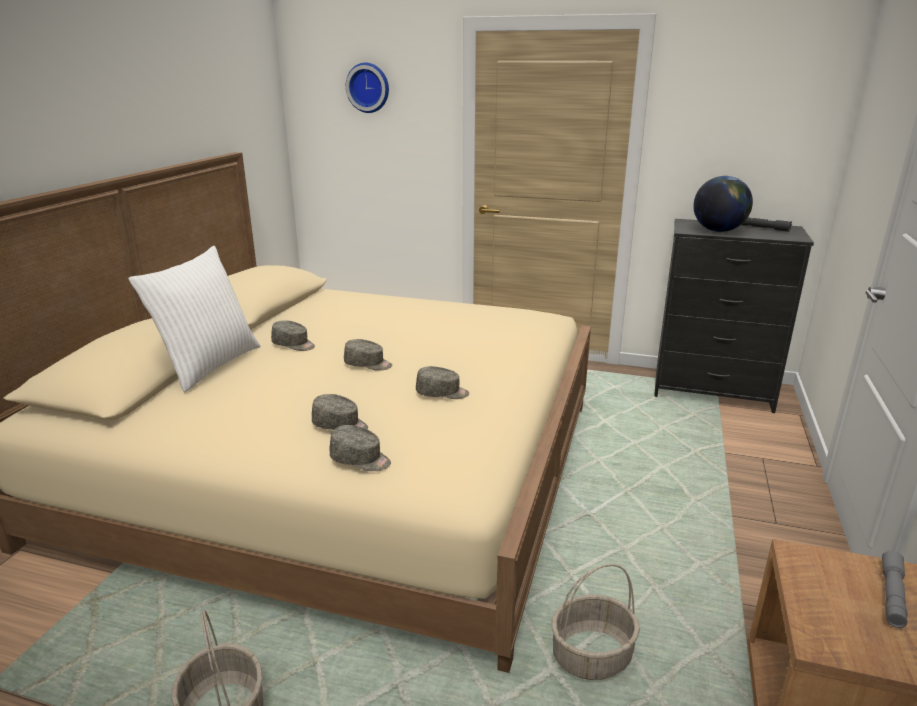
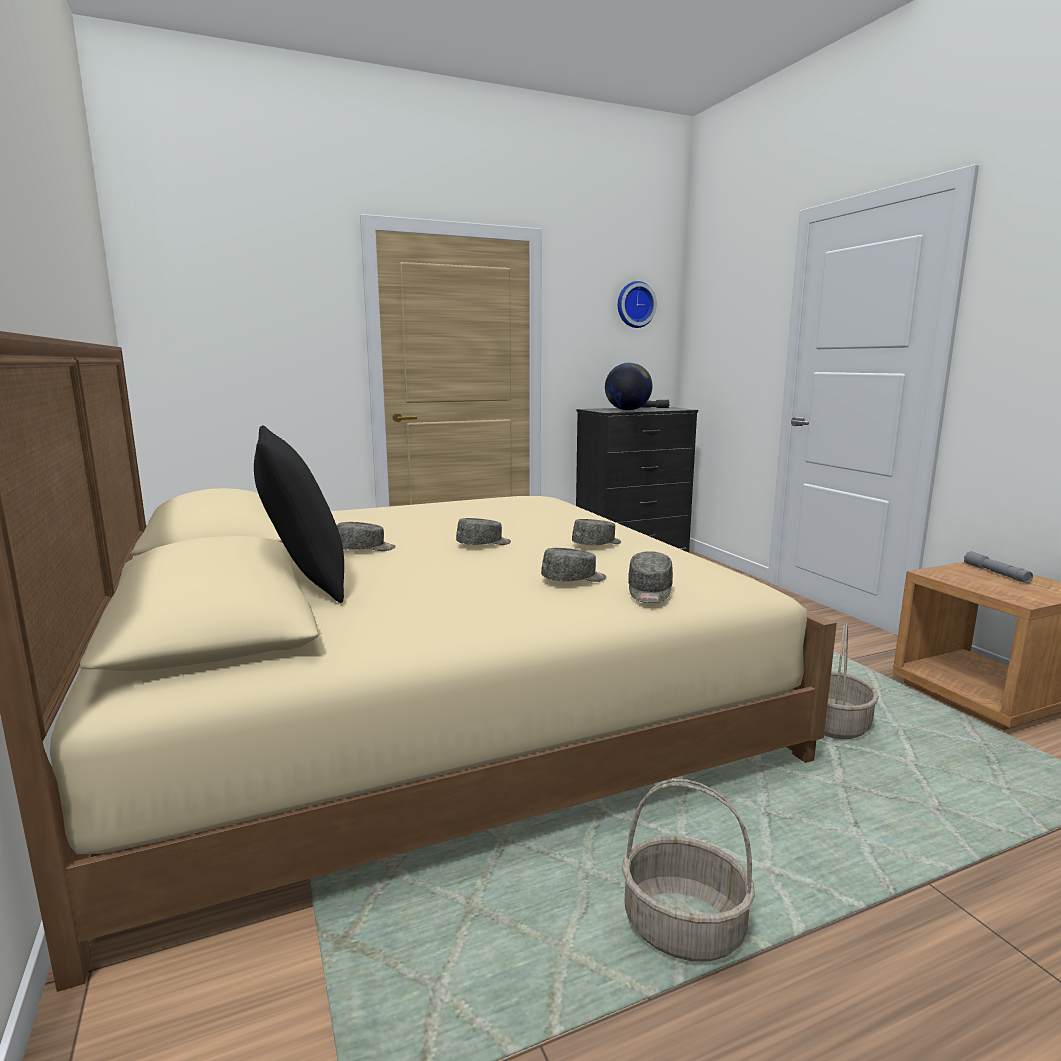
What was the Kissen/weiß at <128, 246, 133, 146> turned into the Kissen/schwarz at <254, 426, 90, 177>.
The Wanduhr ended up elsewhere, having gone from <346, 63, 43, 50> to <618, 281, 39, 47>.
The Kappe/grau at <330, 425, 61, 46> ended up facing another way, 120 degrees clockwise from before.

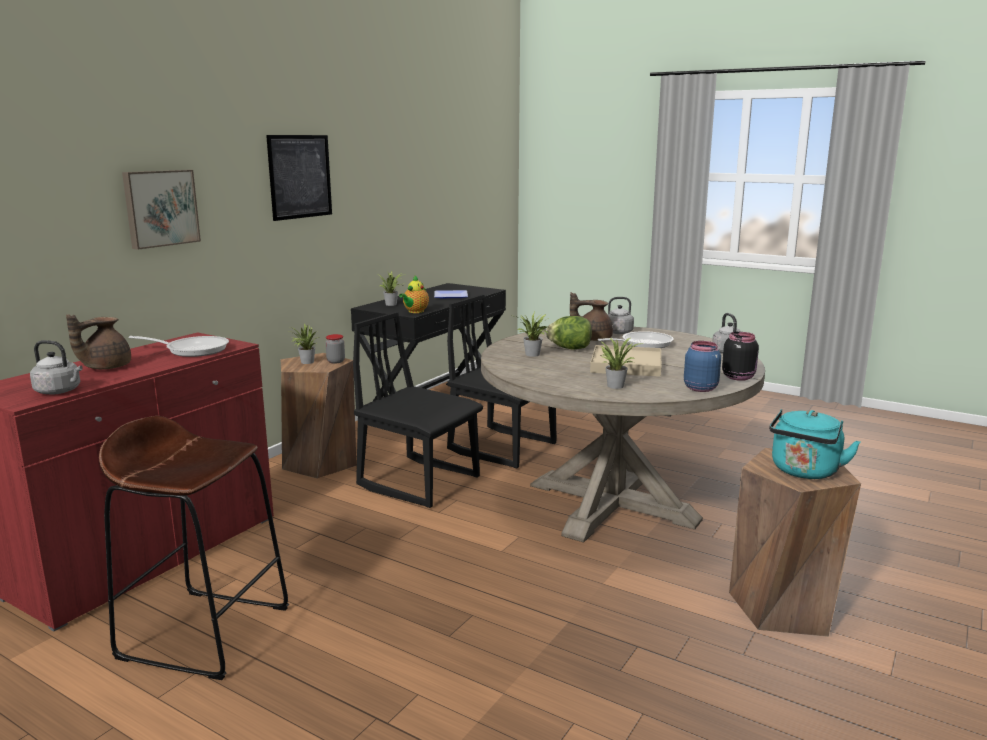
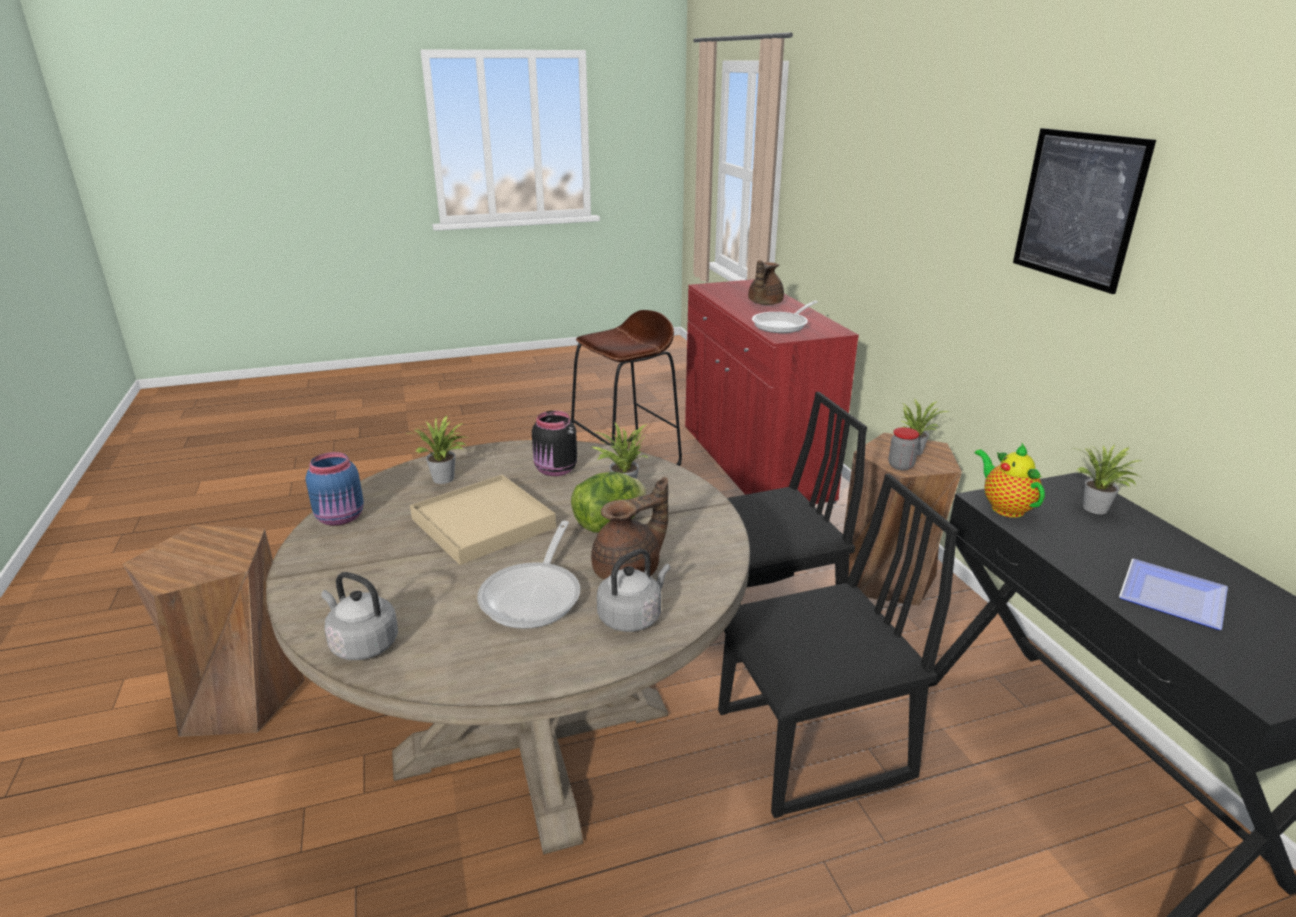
The Vorratsglas/schwarz ended up elsewhere, having gone from <722, 332, 37, 49> to <532, 411, 45, 65>.
The Teekanne/braun at <66, 314, 65, 56> ended up facing another way, 135 degrees counterclockwise from before.
The second view lost the Wasserkessel/grau at <30, 340, 53, 54>.
The second view lost the Bild at <122, 170, 79, 80>.
The second view lost the Wasserkessel/türkis at <769, 410, 91, 69>.

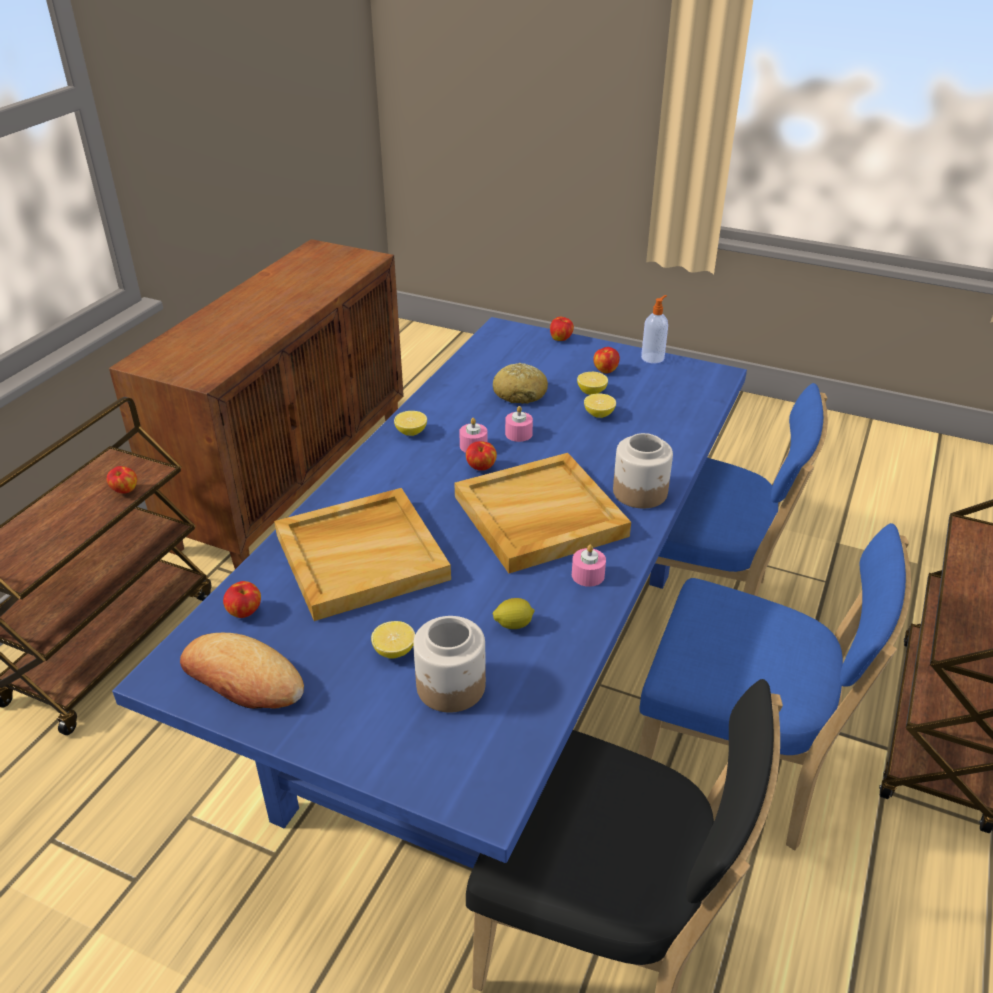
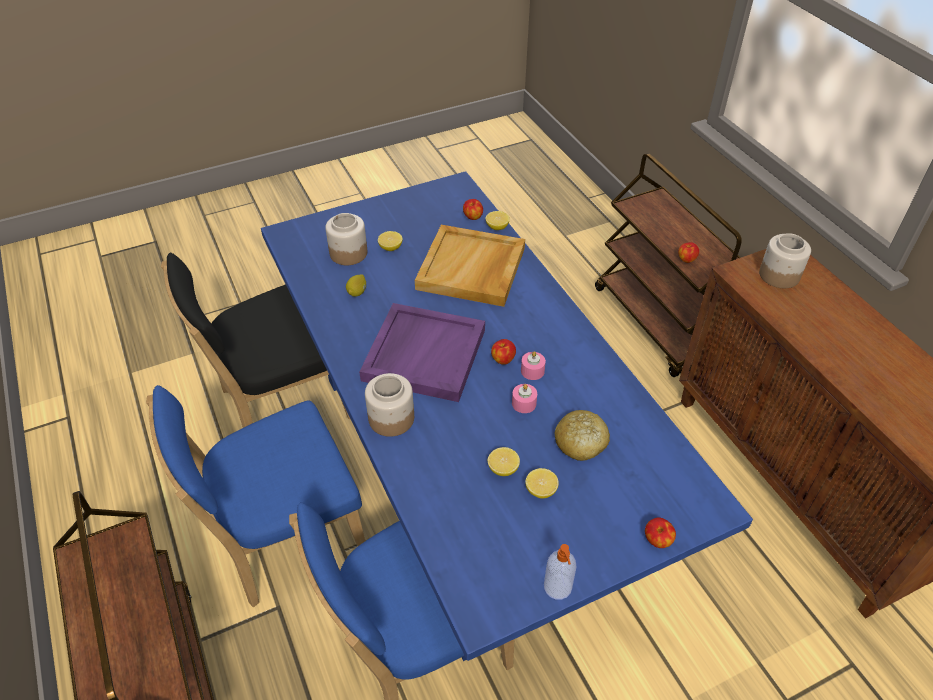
What was the Tablett/beige at <454, 453, 177, 120> turned into the Tablett/lila at <359, 303, 126, 99>.
The Zitrone ended up elsewhere, having gone from <394, 411, 33, 25> to <485, 211, 25, 19>.
The second view gained the Vorratsglas at <759, 233, 52, 55>.
The second view lost the Brot at <180, 633, 124, 76>.
The second view lost the Kerze/rosa at <572, 545, 34, 42>.
The second view lost the Apfel at <593, 347, 27, 26>.

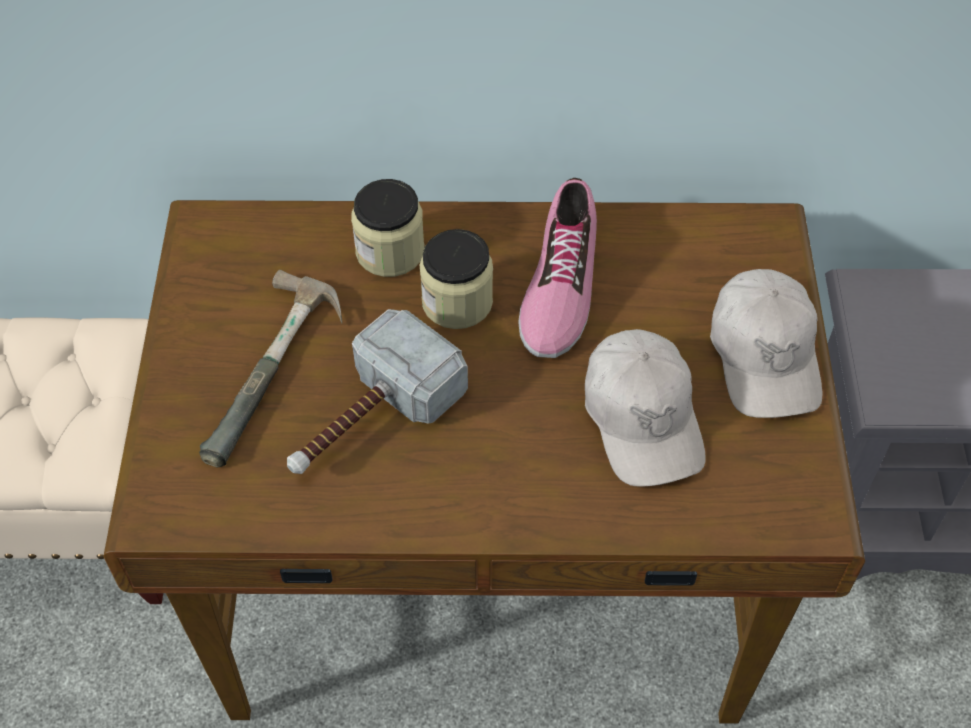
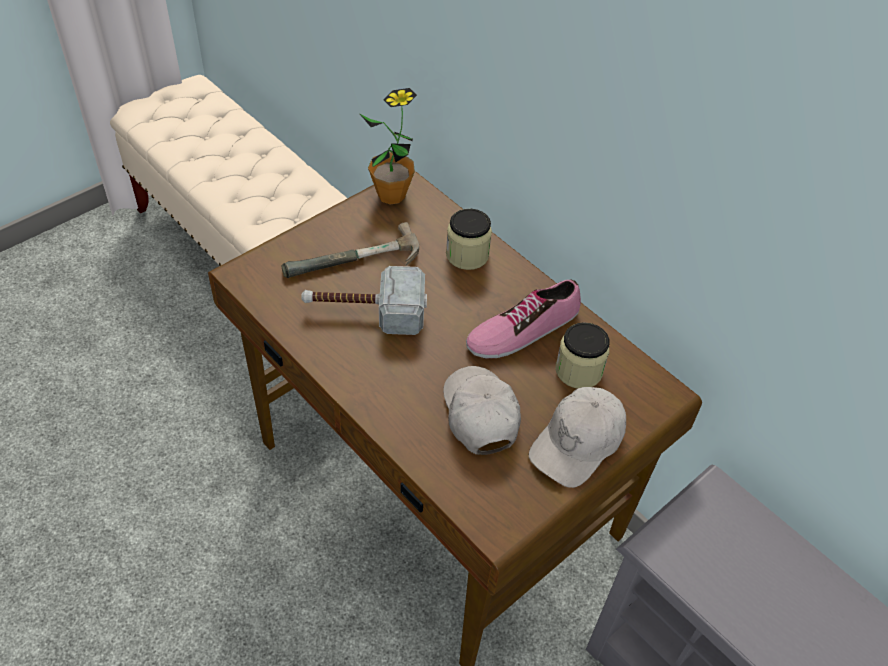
The second view gained the Topfpflanze at <359, 88, 58, 117>.
The Kappe/weiß at <585, 329, 121, 158> ended up facing another way, 135 degrees clockwise from before.
The Vorratsglas ended up elsewhere, having gone from <420, 229, 73, 100> to <555, 322, 54, 67>.

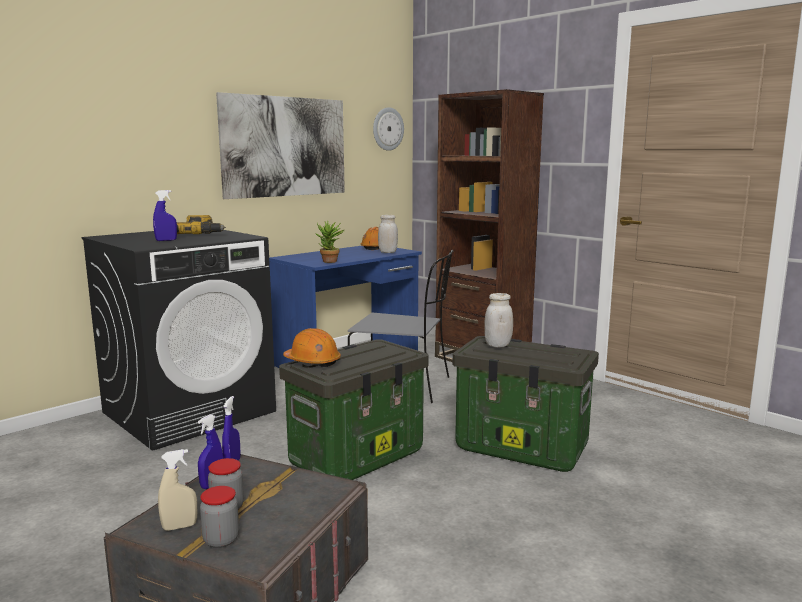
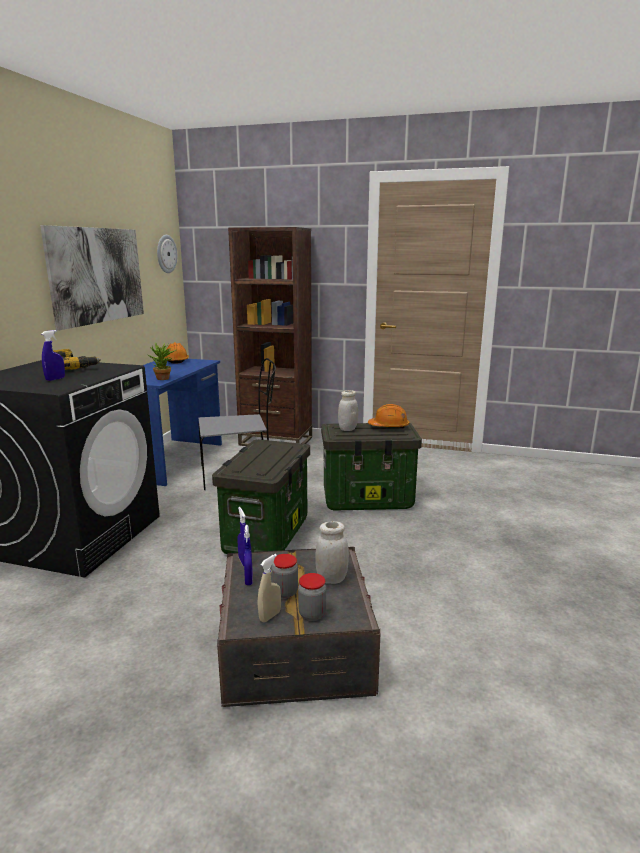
The Vorratsglas/weiß ended up elsewhere, having gone from <378, 215, 20, 38> to <315, 521, 34, 63>.
The Schutzhelm/orange ended up elsewhere, having gone from <283, 328, 58, 39> to <368, 404, 41, 25>.

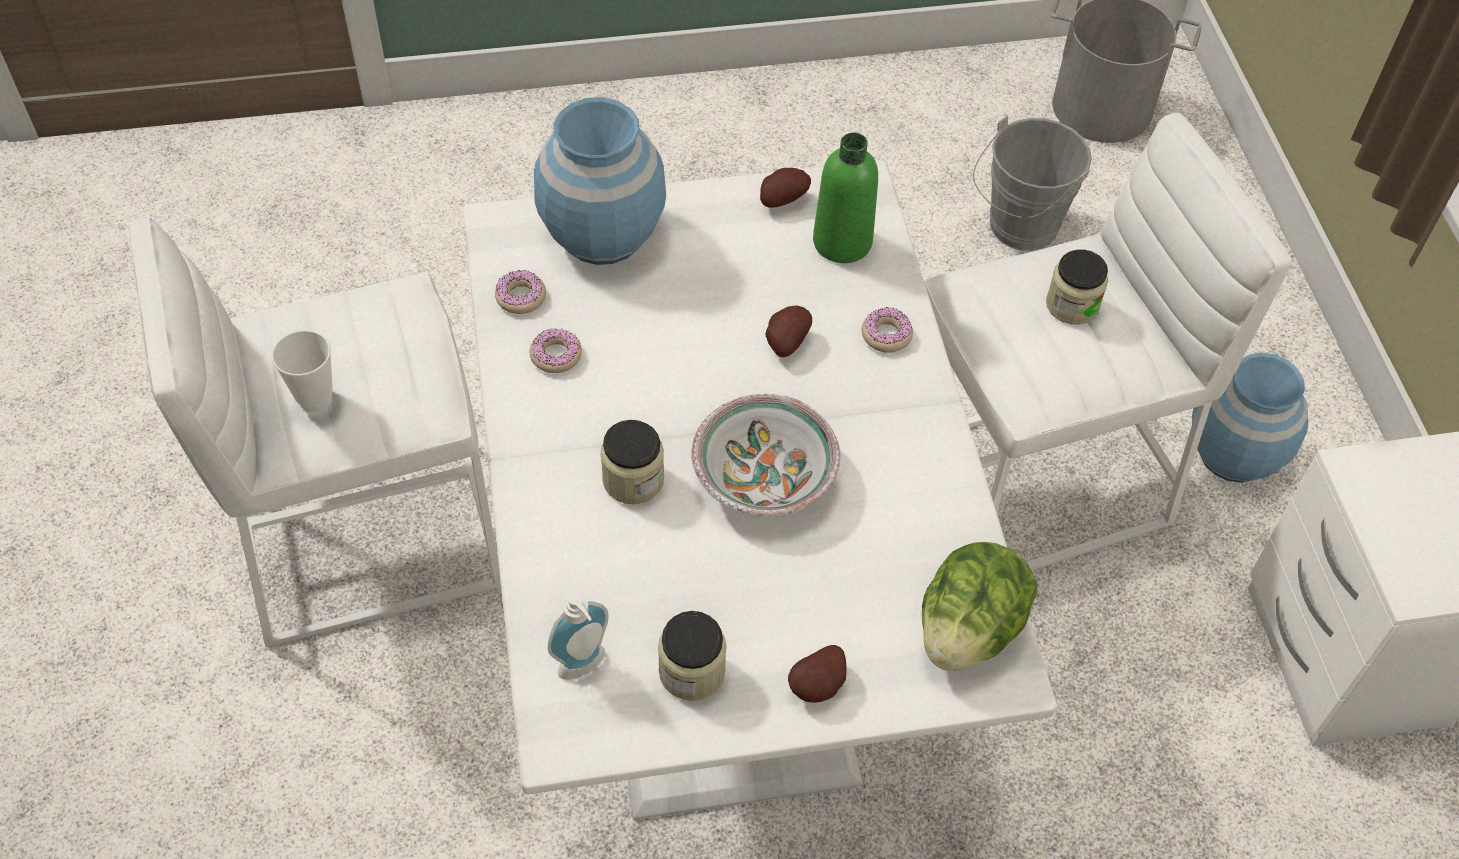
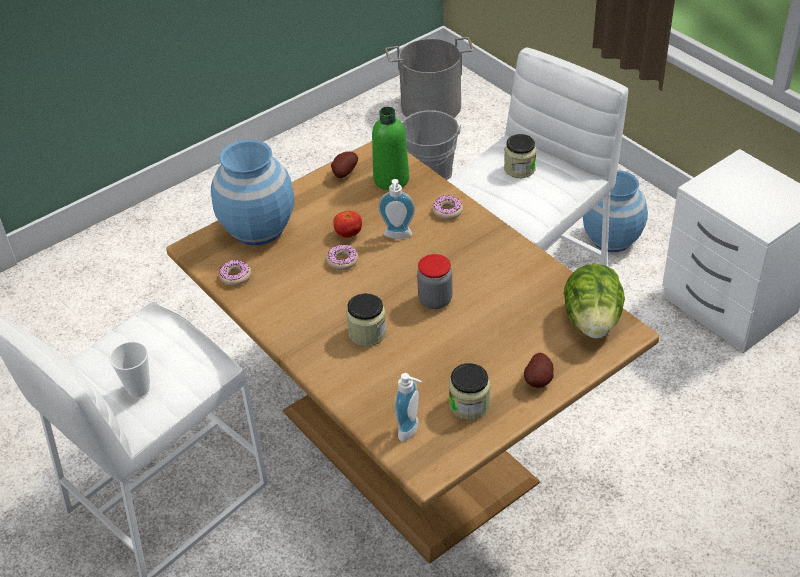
What was the Esstisch/weiß at <463, 160, 594, 660> turned into the Esstisch/braun at <166, 141, 494, 422>.
The Donut ended up elsewhere, having gone from <529, 328, 53, 45> to <326, 245, 32, 25>.
The second view gained the Tomate at <334, 211, 28, 27>.
Where the Kartoffel stood at <765, 305, 47, 52>, the Seifenspender came to stand at <378, 179, 37, 60>.
Where the Schüssel stood at <691, 394, 149, 123>, the Vorratsglas came to stand at <417, 254, 35, 55>.

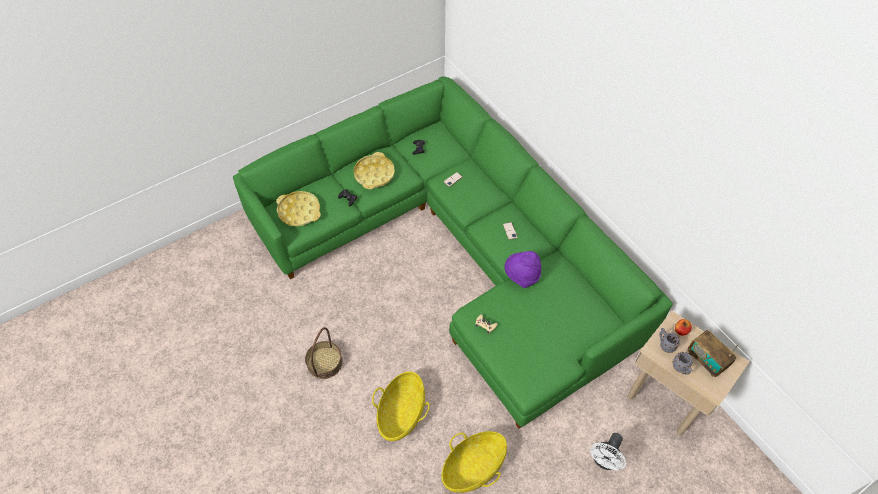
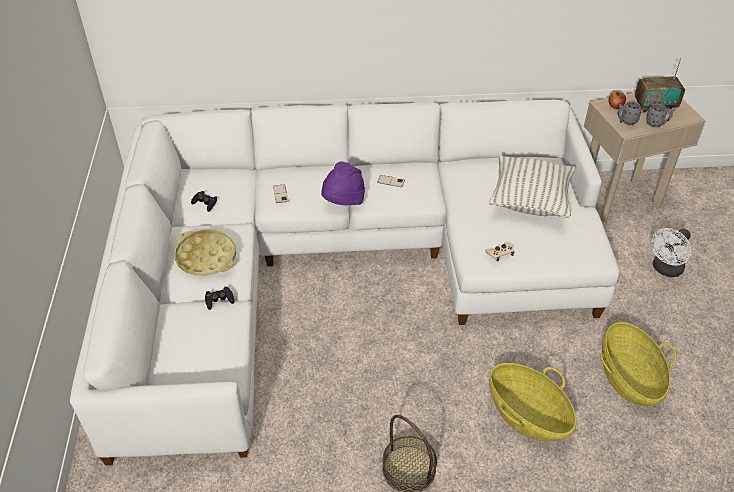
What was the Sofa/grün at <233, 77, 440, 352> turned into the Sofa/weiß at <70, 100, 550, 365>.
The Hut/lila ended up elsewhere, having gone from <504, 251, 37, 37> to <321, 161, 44, 44>.
The second view gained the Kissen at <489, 155, 86, 63>.
The Ventilator/weiß at <590, 433, 36, 37> ended up facing another way, 75 degrees clockwise from before.
The second view lost the Tablett/gelb at <276, 191, 45, 35>.

